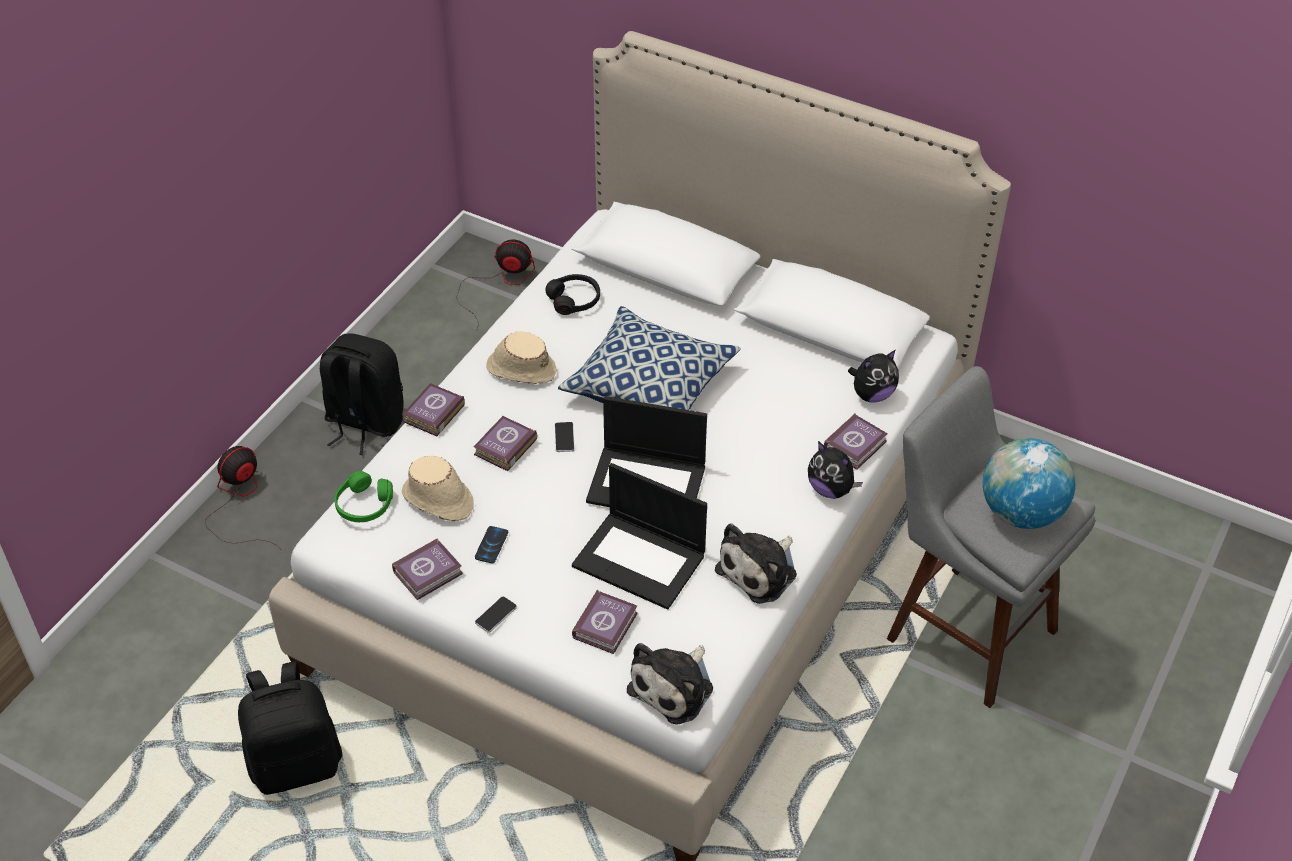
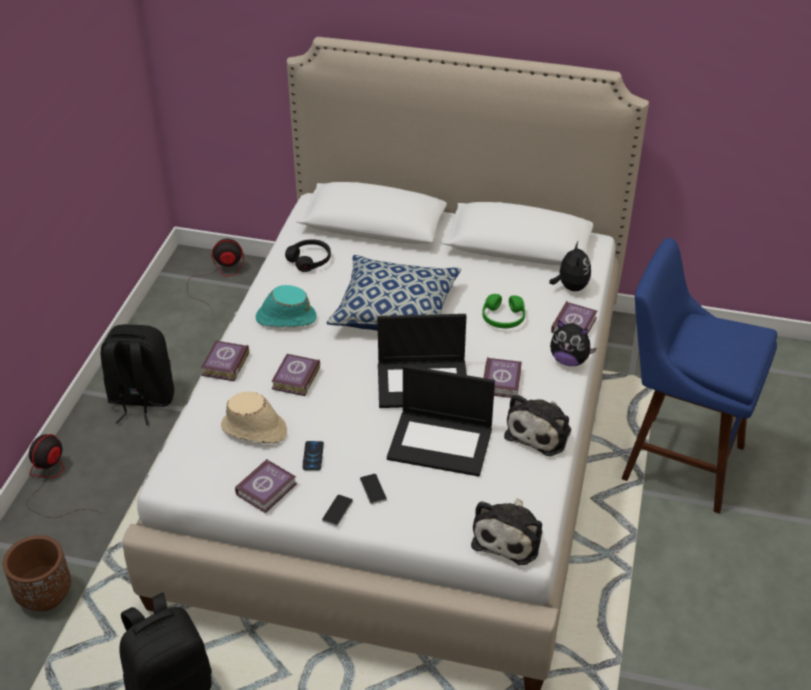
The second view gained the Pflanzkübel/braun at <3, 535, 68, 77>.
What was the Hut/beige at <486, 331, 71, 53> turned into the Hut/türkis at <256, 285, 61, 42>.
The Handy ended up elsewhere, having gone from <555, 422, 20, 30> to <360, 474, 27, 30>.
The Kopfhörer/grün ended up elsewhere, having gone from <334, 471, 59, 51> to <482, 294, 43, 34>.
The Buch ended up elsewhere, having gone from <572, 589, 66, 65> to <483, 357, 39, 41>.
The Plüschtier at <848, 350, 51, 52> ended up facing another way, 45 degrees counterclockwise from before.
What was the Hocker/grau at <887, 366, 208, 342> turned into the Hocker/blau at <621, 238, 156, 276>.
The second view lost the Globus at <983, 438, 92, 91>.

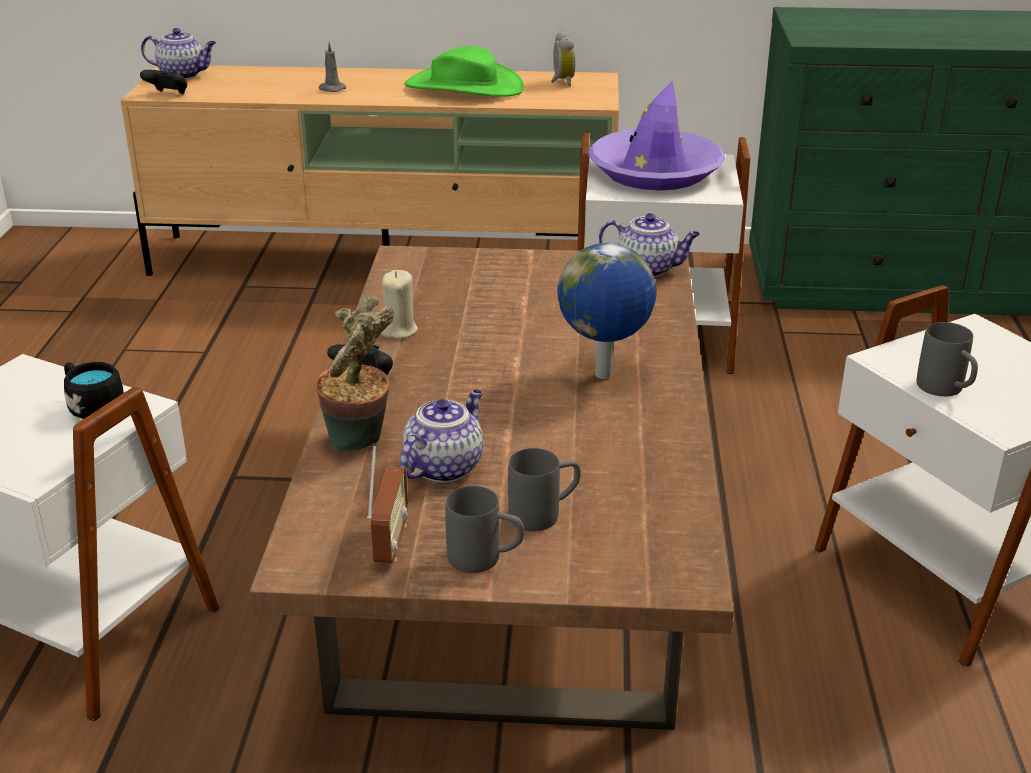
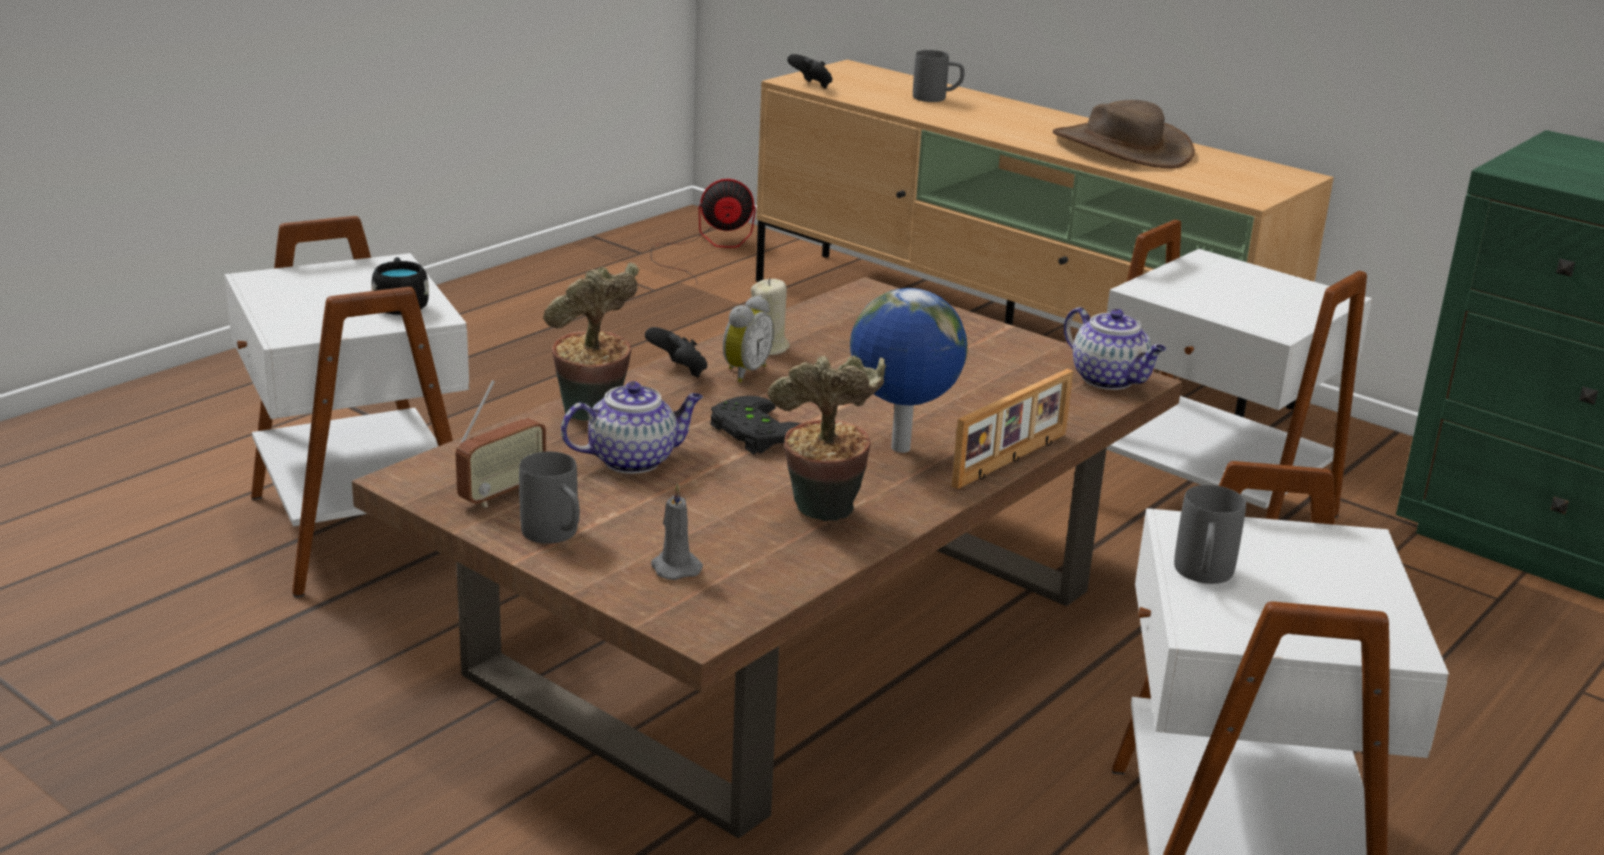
The second view gained the Ventilator at <651, 179, 105, 102>.
The Kerze/grau ended up elsewhere, having gone from <319, 42, 27, 50> to <651, 483, 52, 97>.
The second view gained the Gamepad/schwarz at <711, 396, 91, 59>.
The Wecker ended up elsewhere, having gone from <551, 31, 25, 55> to <723, 295, 51, 88>.
The second view gained the Topfpflanze at <767, 355, 119, 166>.
The Henkelbecher/grau ended up elsewhere, having gone from <508, 448, 73, 83> to <913, 50, 52, 52>.
The second view gained the Bilderrahmen at <952, 369, 121, 120>.
What was the Hut/grün at <405, 46, 119, 51> turned into the Hut/braun at <1053, 100, 142, 69>.
The second view lost the Teekanne at <141, 28, 75, 51>.
The second view lost the Hut/lila at <589, 80, 136, 110>.

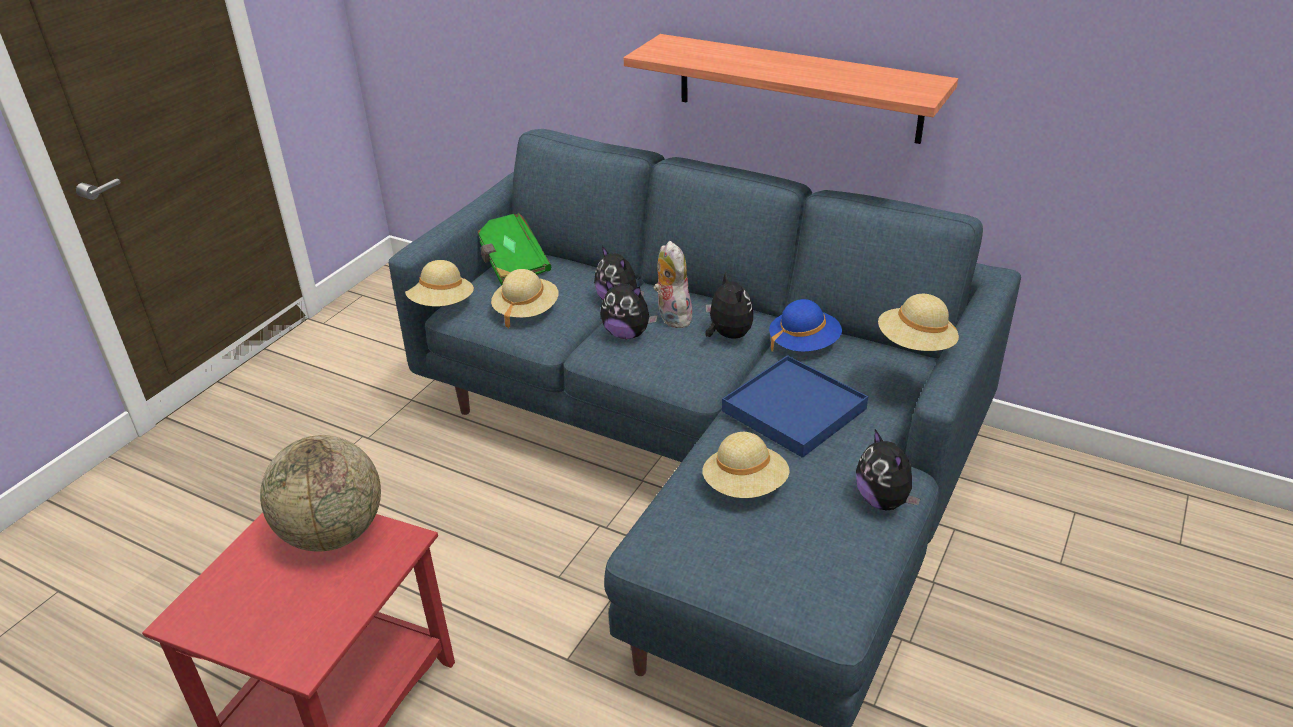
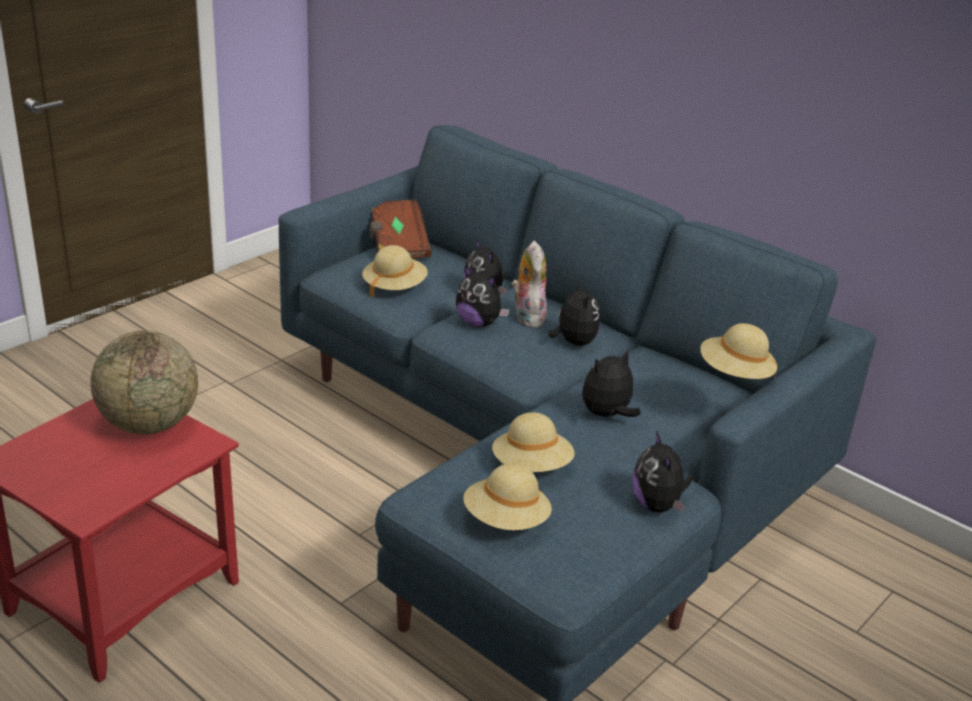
What was the Buch/grün at <478, 213, 73, 72> turned into the Buch/braun at <370, 200, 61, 59>.
The Hut/beige ended up elsewhere, having gone from <405, 260, 69, 46> to <463, 464, 89, 66>.
Where the Tablett/blau stood at <722, 355, 146, 103>, the Plüschtier came to stand at <582, 350, 59, 67>.
The second view lost the Wandregal at <624, 34, 334, 110>.
The second view lost the Hut/blau at <769, 299, 73, 53>.

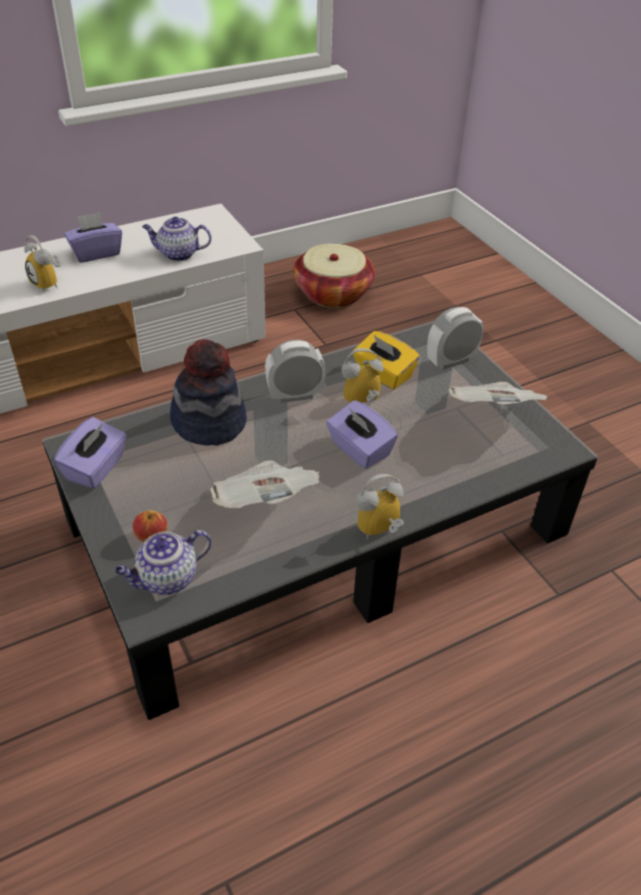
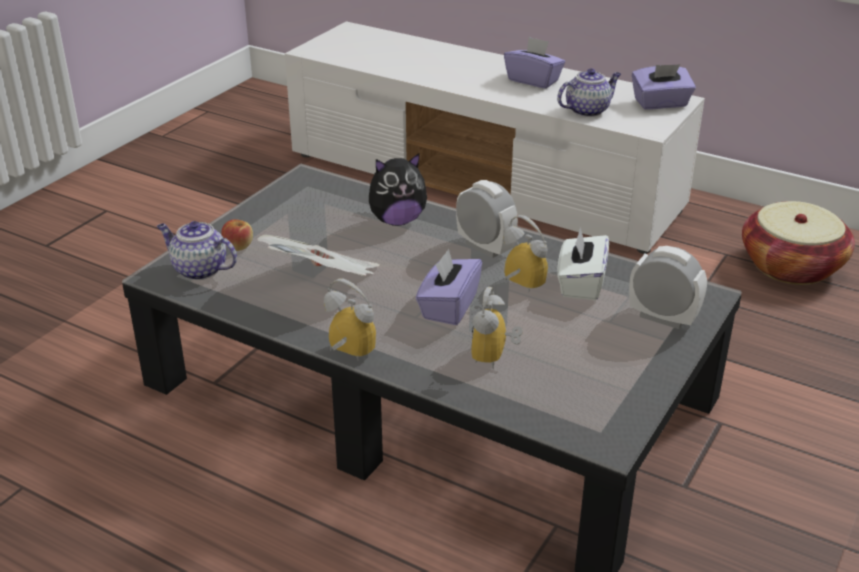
Where the Hut stood at <170, 339, 77, 107>, the Plüschtier came to stand at <369, 153, 58, 73>.
The Wecker ended up elsewhere, having gone from <24, 235, 37, 56> to <471, 287, 52, 82>.
The Teekanne at <142, 217, 70, 44> ended up facing another way, 90 degrees clockwise from before.
What was the Taschentuchbox/gelb at <353, 331, 67, 59> turned into the Taschentuchbox/weiß at <557, 227, 52, 73>.
The Taschentuchbox/lila ended up elsewhere, having gone from <54, 417, 73, 72> to <632, 64, 64, 46>.
The second view lost the Zeitung at <449, 382, 99, 23>.

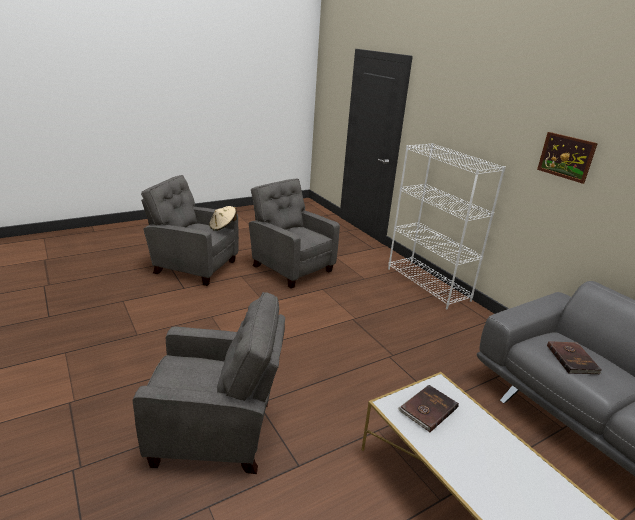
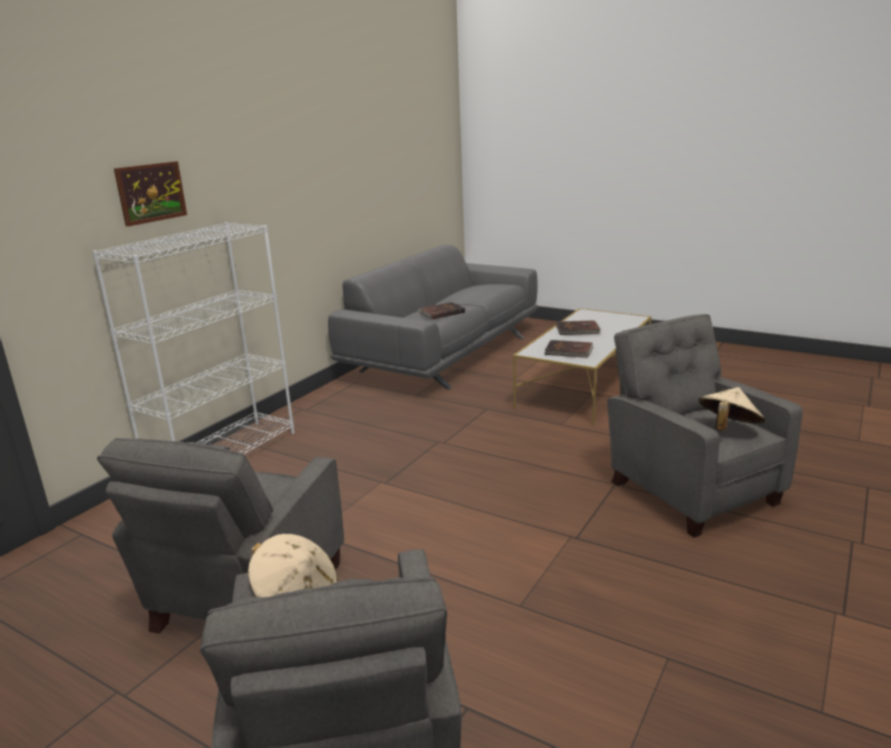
The Bild ended up elsewhere, having gone from <537, 132, 61, 52> to <114, 161, 73, 66>.
The second view gained the Buch/braun at <556, 320, 45, 15>.
The second view gained the Hut/beige at <698, 387, 67, 44>.

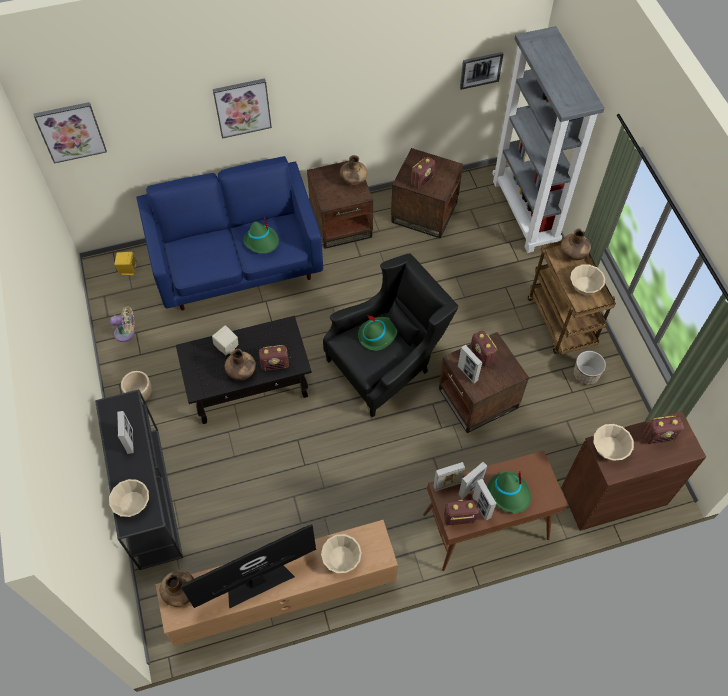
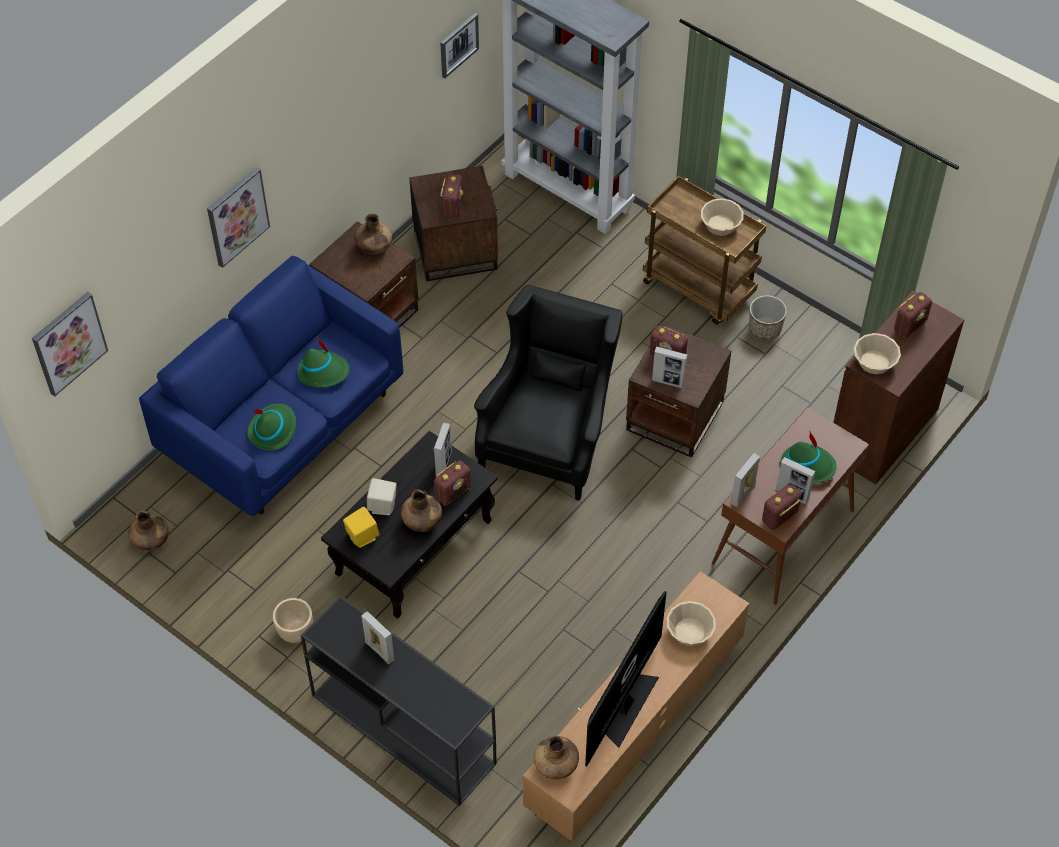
The Vase/braun ended up elsewhere, having gone from <561, 228, 30, 33> to <129, 510, 40, 41>.
The Hut/grün ended up elsewhere, having gone from <358, 315, 40, 36> to <247, 403, 49, 47>.
The Lautsprecher/gelb ended up elsewhere, having gone from <114, 252, 23, 23> to <343, 507, 36, 41>.
The Bilderrahmen ended up elsewhere, having gone from <458, 462, 29, 37> to <434, 423, 18, 53>.
The second view lost the Schüssel/beige at <109, 479, 40, 38>.
The second view lost the Ventilator/beige at <110, 306, 24, 36>.

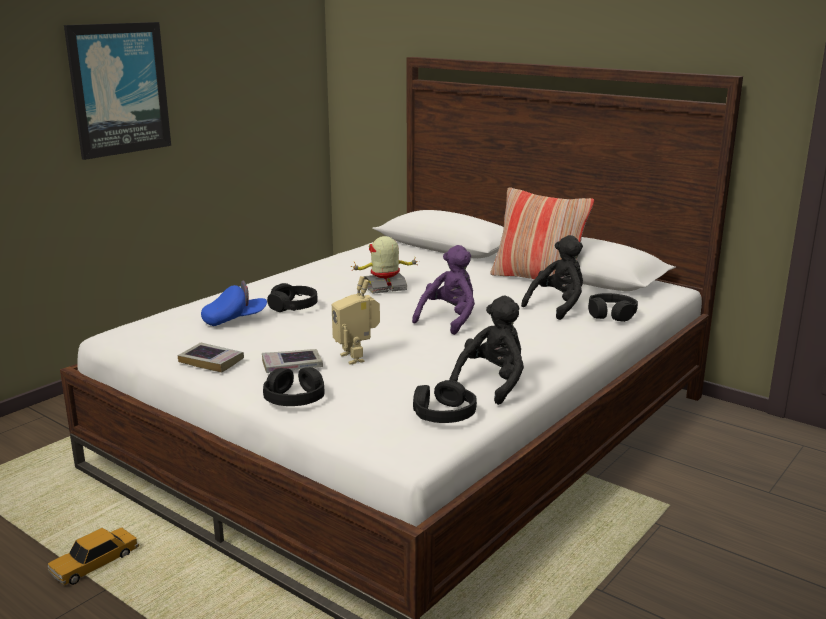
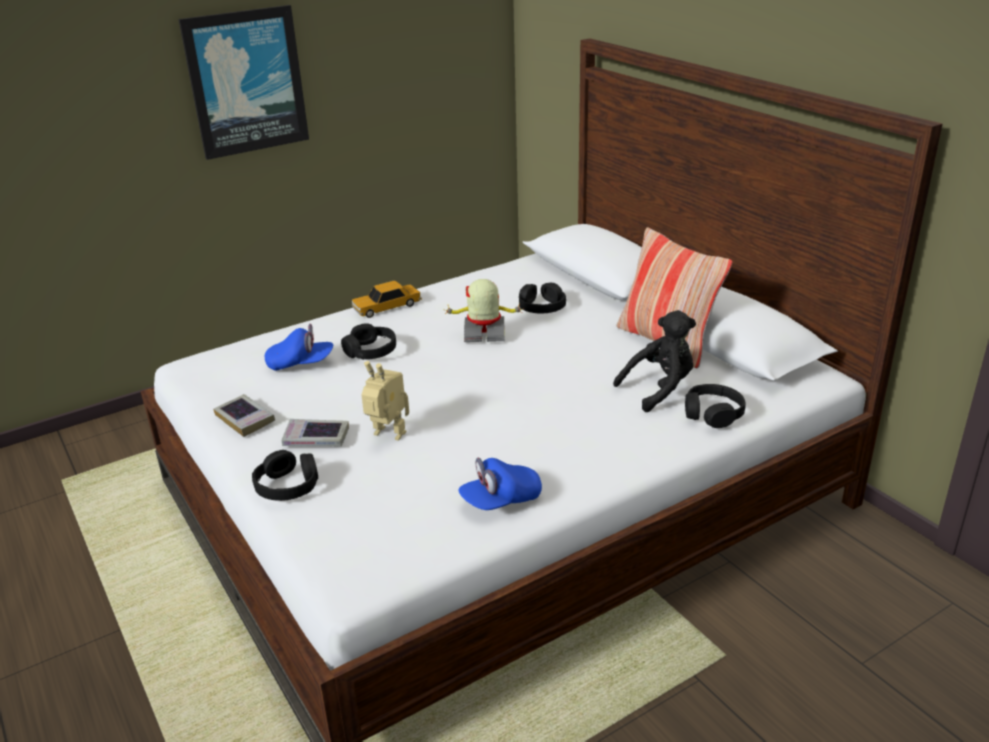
The Spielzeugauto ended up elsewhere, having gone from <48, 528, 91, 57> to <352, 280, 70, 38>.
The Spielzeugroboter at <332, 276, 48, 89> ended up facing another way, 120 degrees clockwise from before.
Where the Plüschtier/schwarz stood at <449, 296, 75, 109>, the Kappe/blau came to stand at <459, 458, 83, 52>.
The Kopfhörer/schwarz ended up elsewhere, having gone from <413, 380, 64, 43> to <519, 282, 47, 31>.
The second view lost the Plüschtier/lila at <412, 245, 63, 90>.

